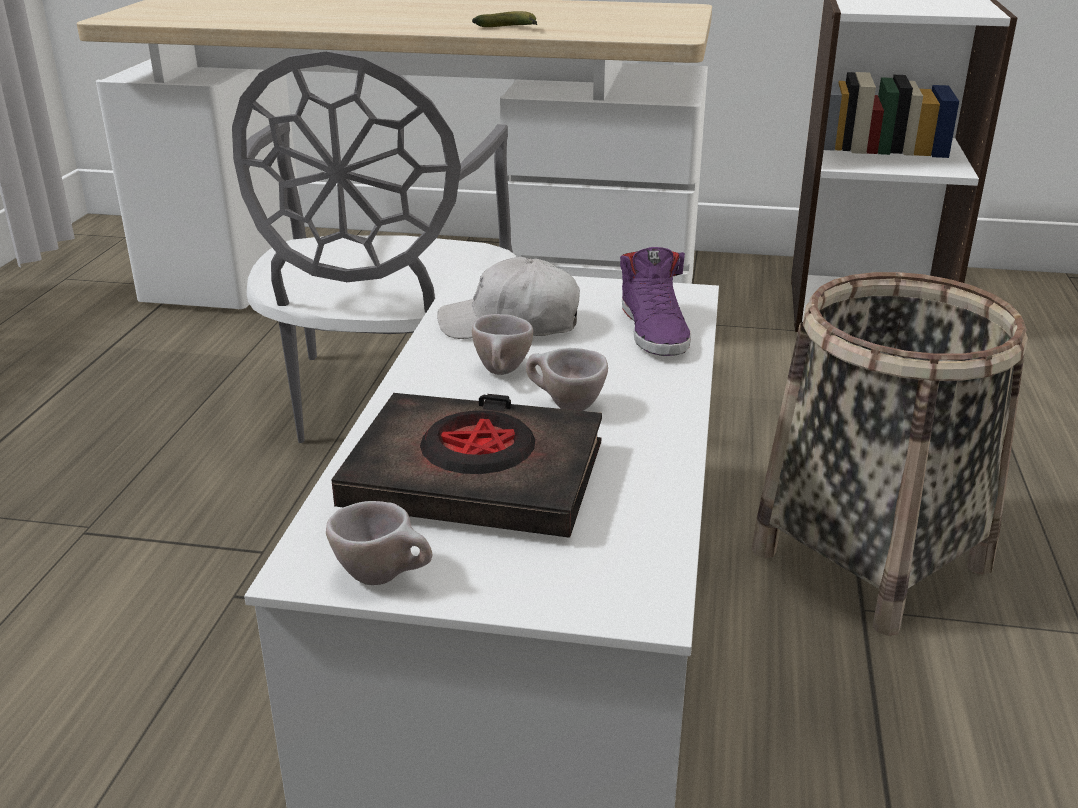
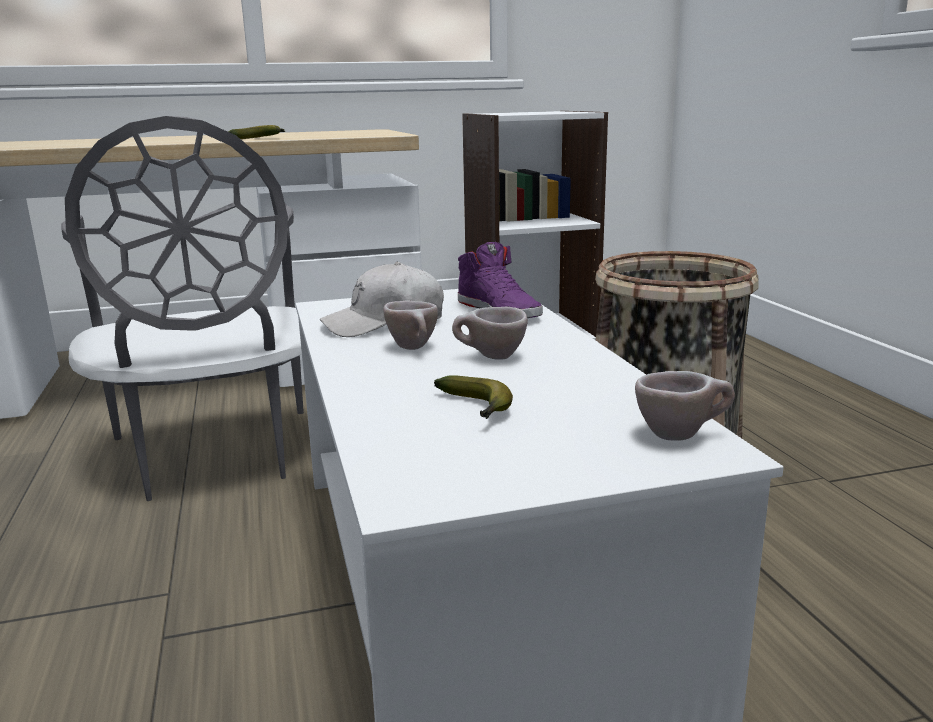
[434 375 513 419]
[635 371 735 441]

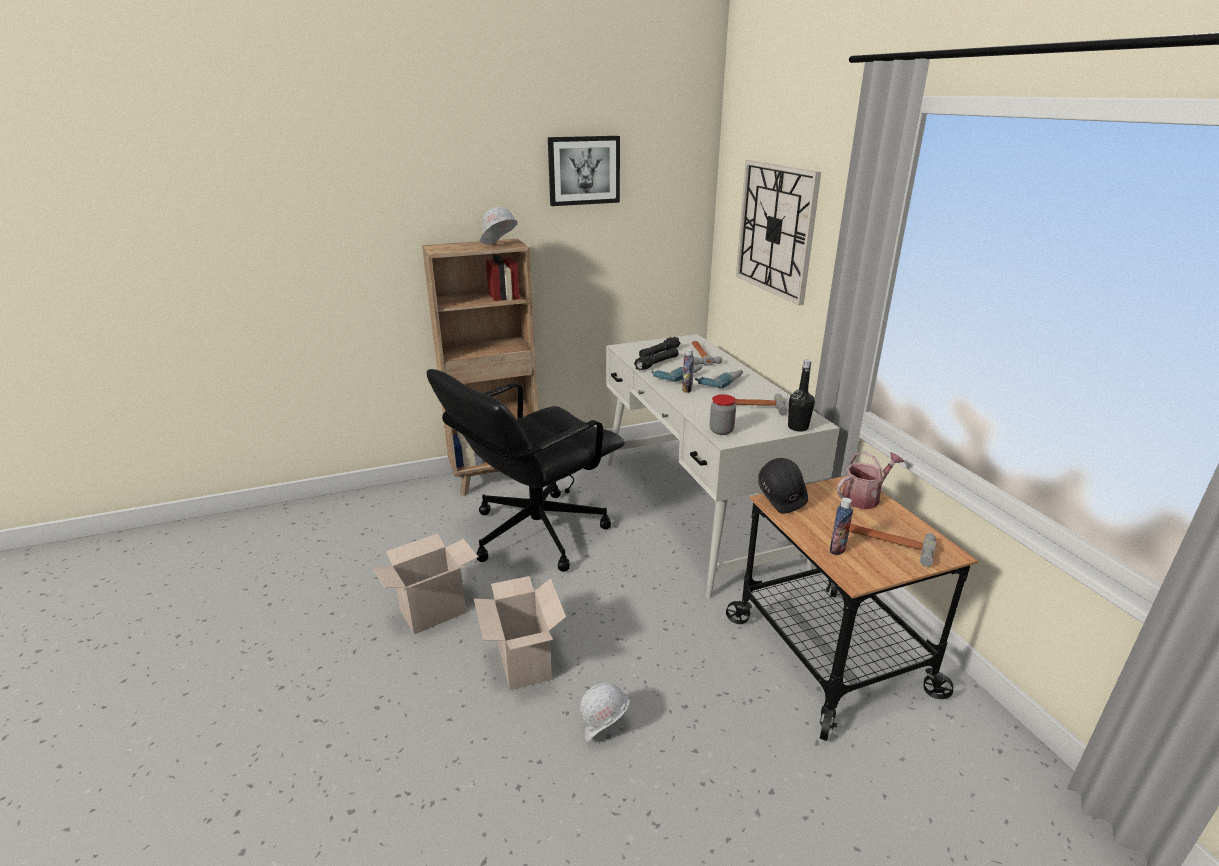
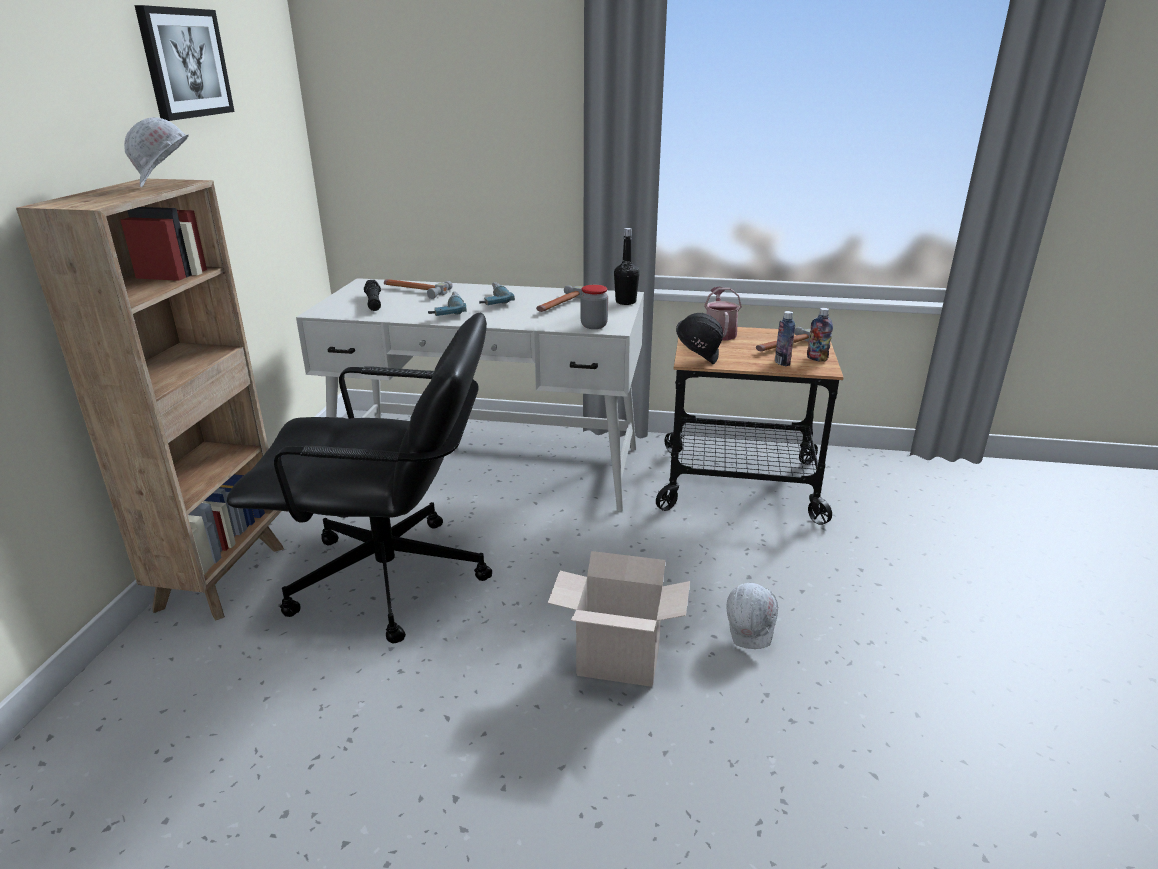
[227 312 492 643]
[807 308 833 362]
[372 533 478 634] (first image)
[634 348 679 370] (first image)
[736 160 821 306] (first image)

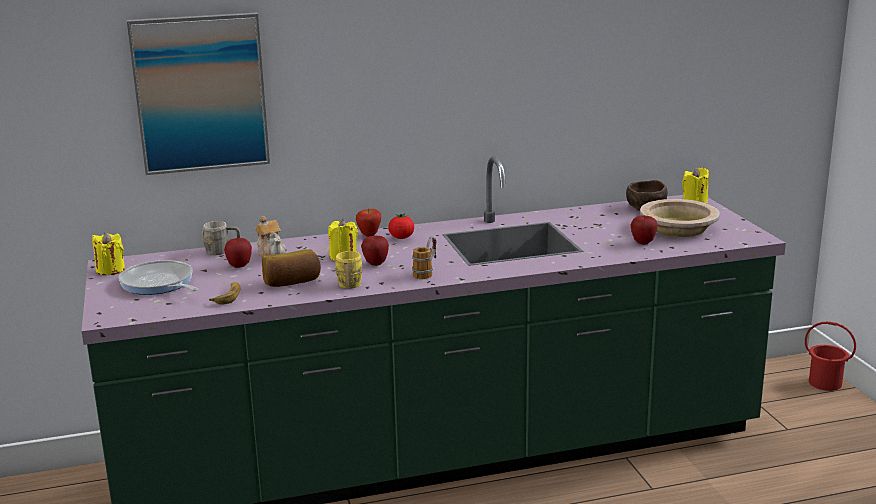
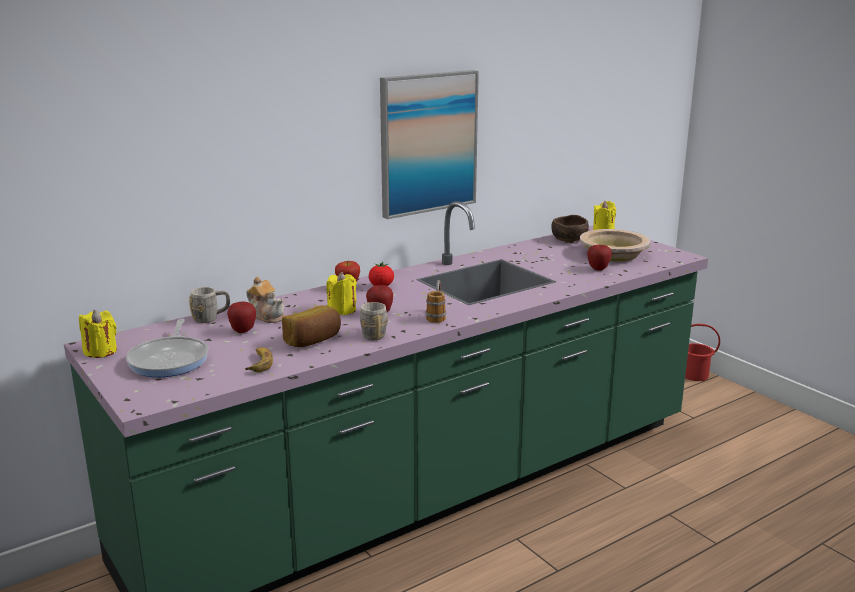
[126 319 208 377]
[360 302 388 340]
[380 70 479 219]

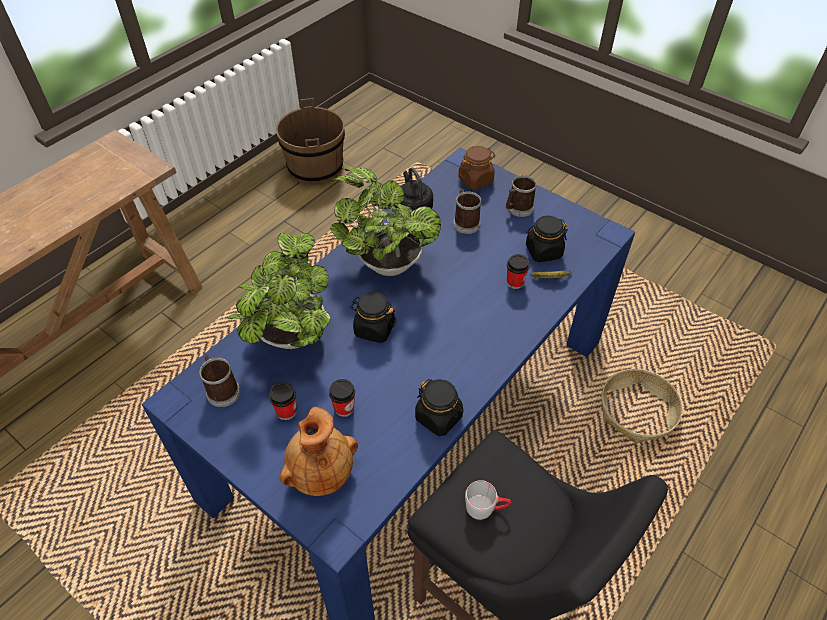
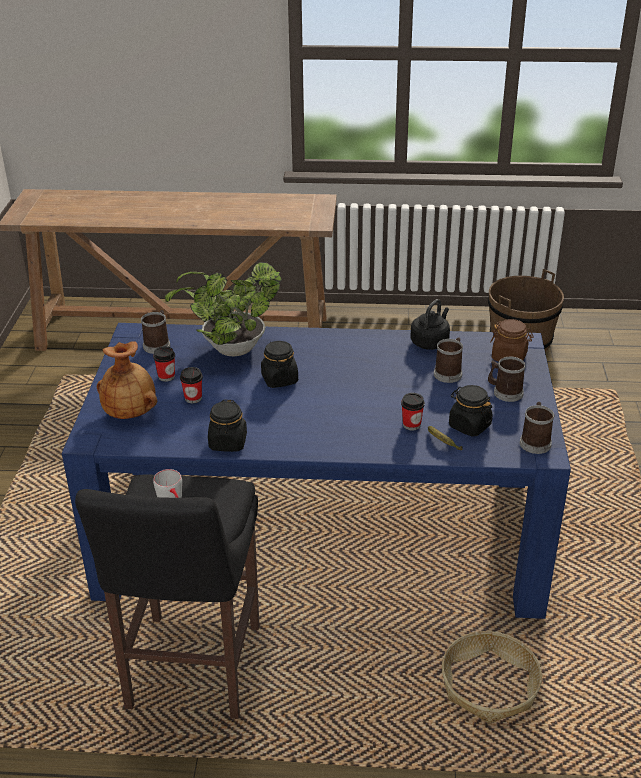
[520 402 555 454]
[330 167 441 276] (first image)

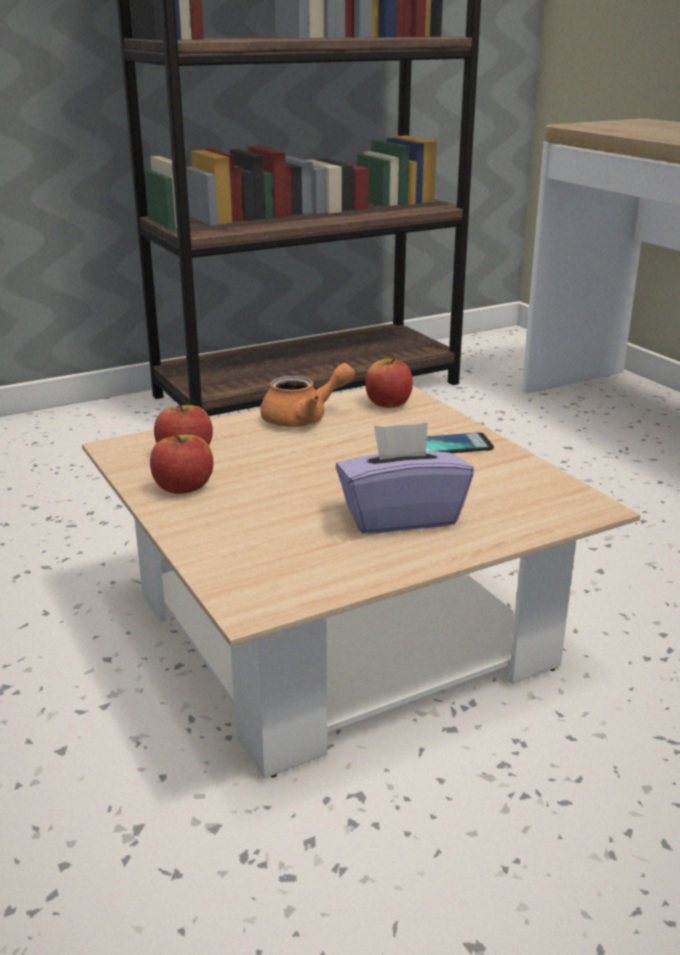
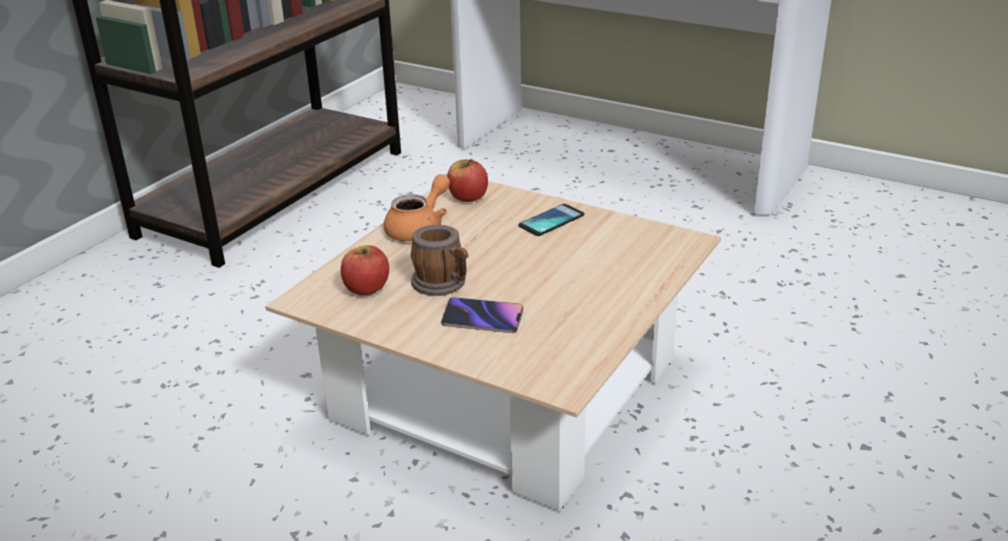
[411 225 468 296]
[441 297 523 333]
[150 435 213 494] (first image)
[335 422 474 534] (first image)

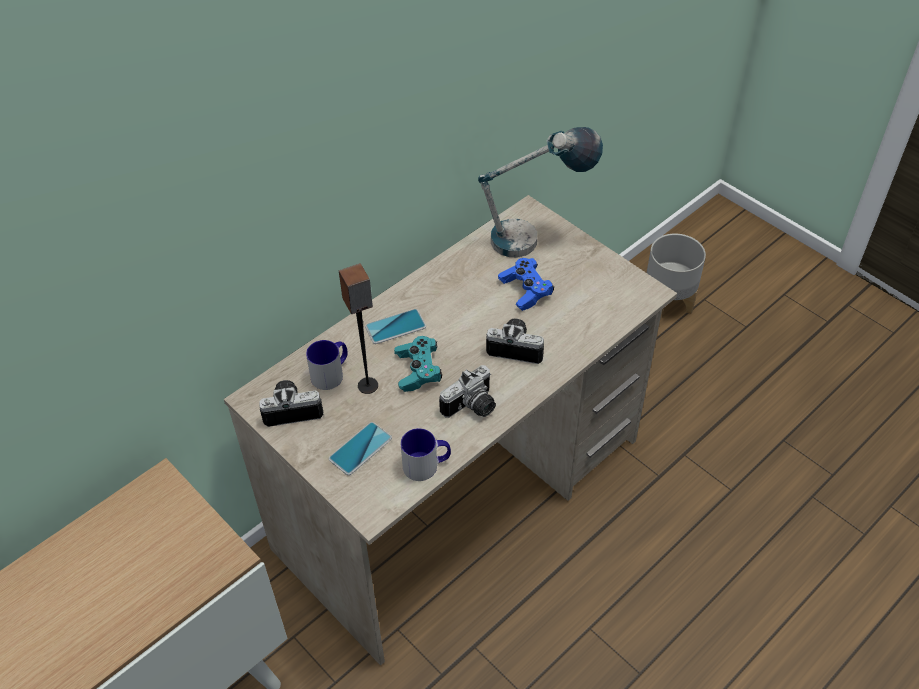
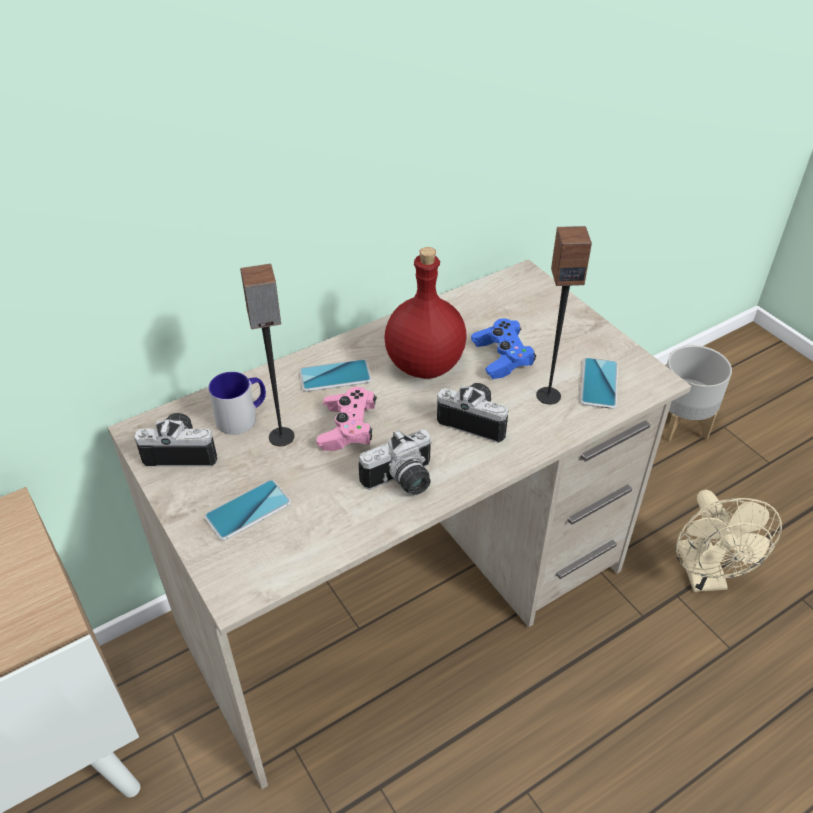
[316 387 377 451]
[384 247 467 379]
[536 226 592 404]
[580 358 618 409]
[676 489 782 592]
[401 428 451 481] (first image)
[478 127 603 257] (first image)

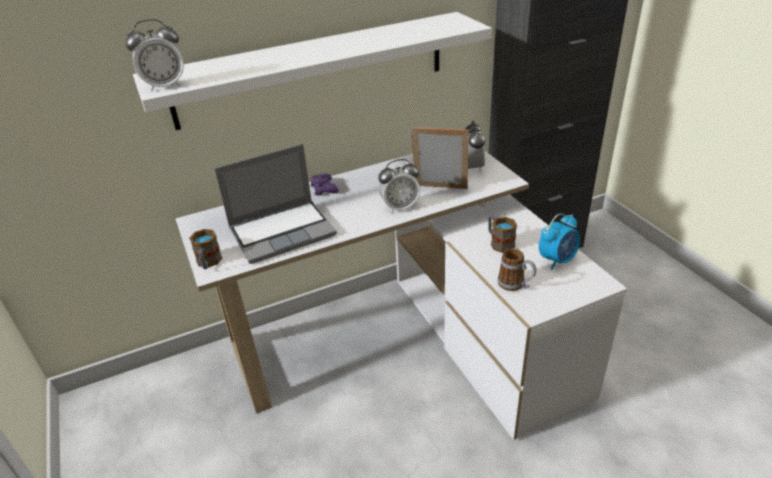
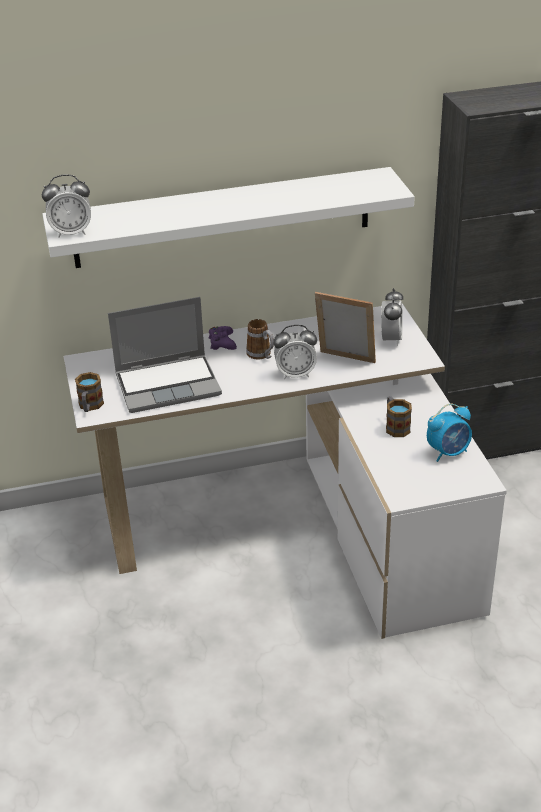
[246 319 274 360]

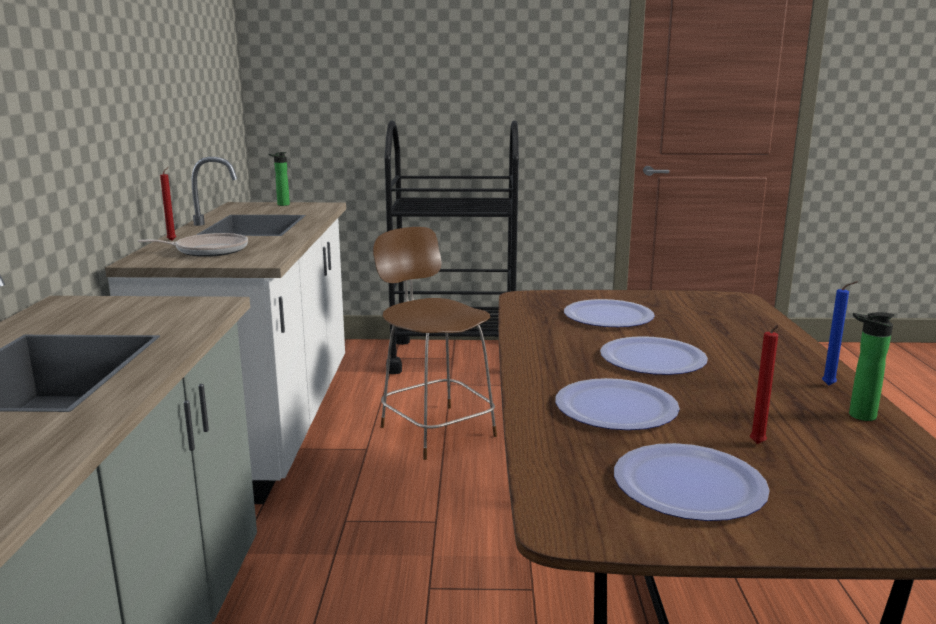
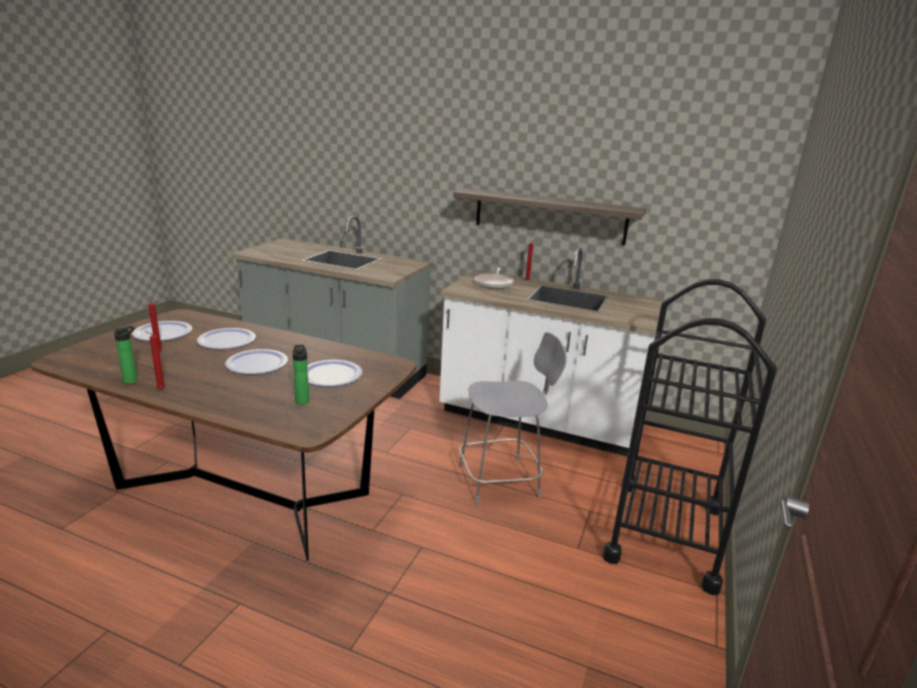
[144 331 165 390]
[293 345 309 405]
[453 188 646 245]
[459 332 567 505]

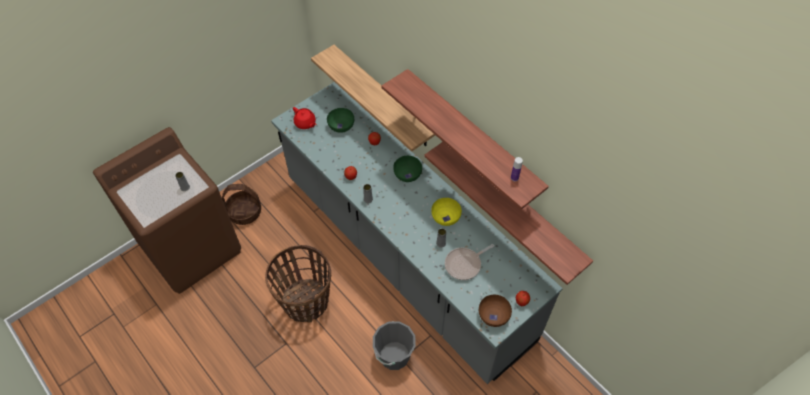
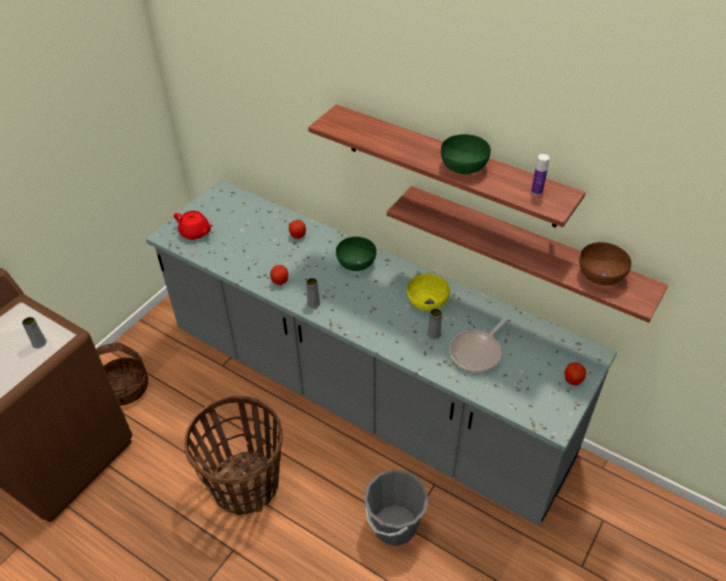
[441 134 491 174]
[579 242 632 285]
[311 45 435 152] (first image)

